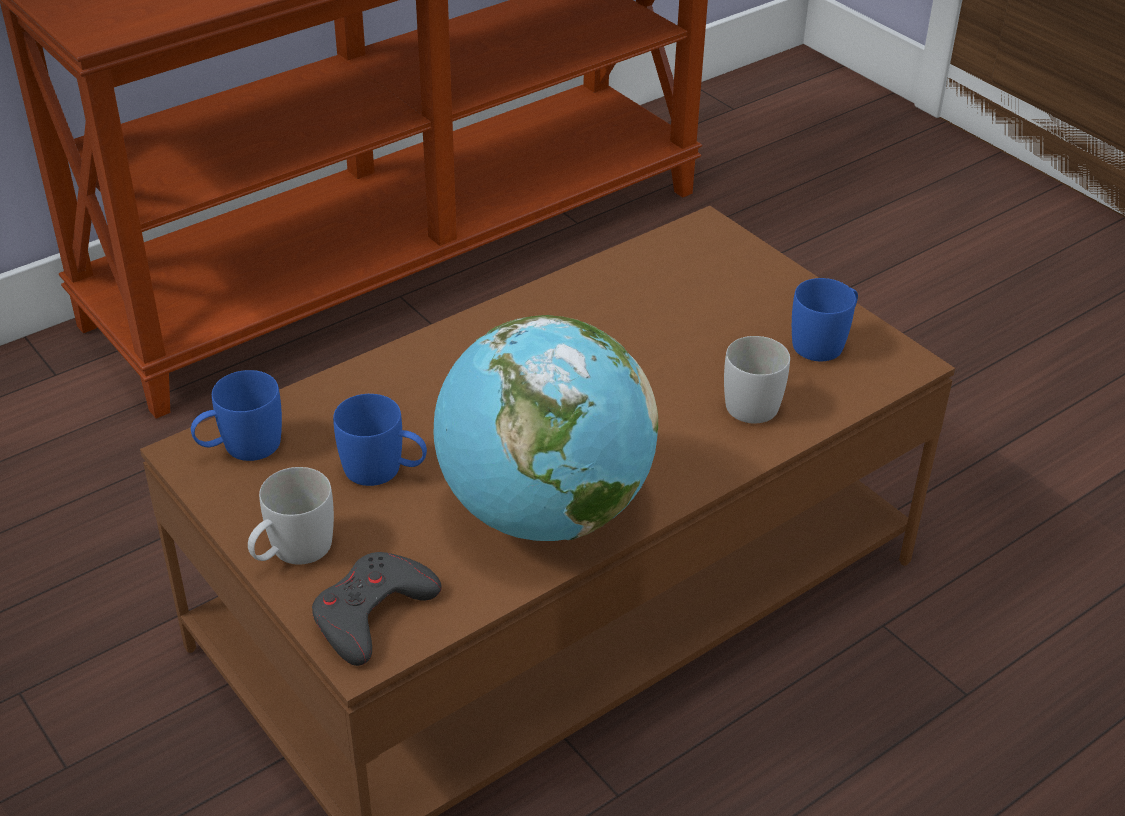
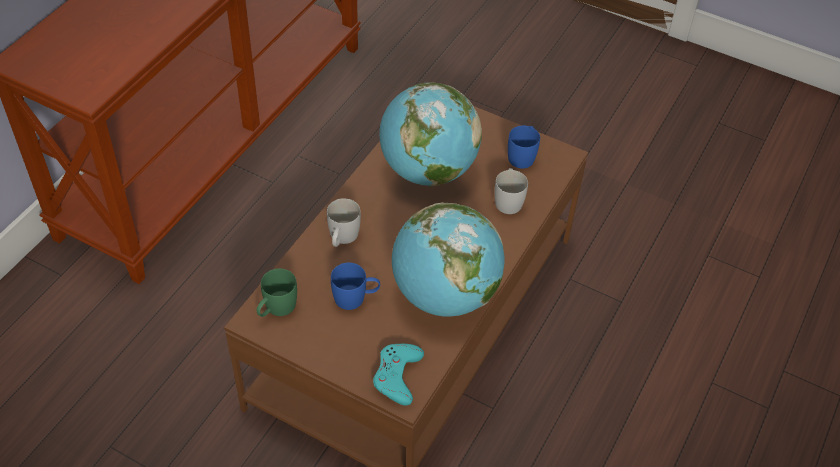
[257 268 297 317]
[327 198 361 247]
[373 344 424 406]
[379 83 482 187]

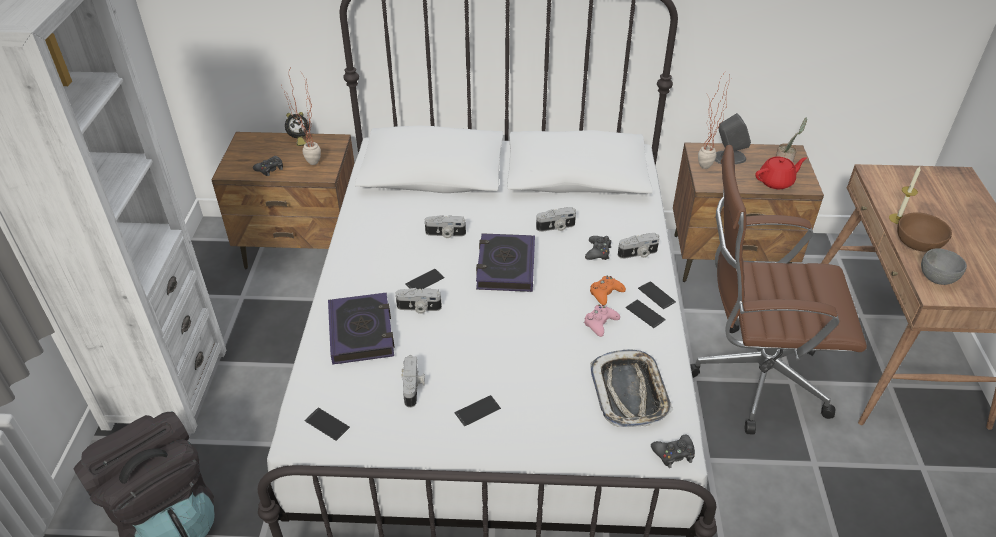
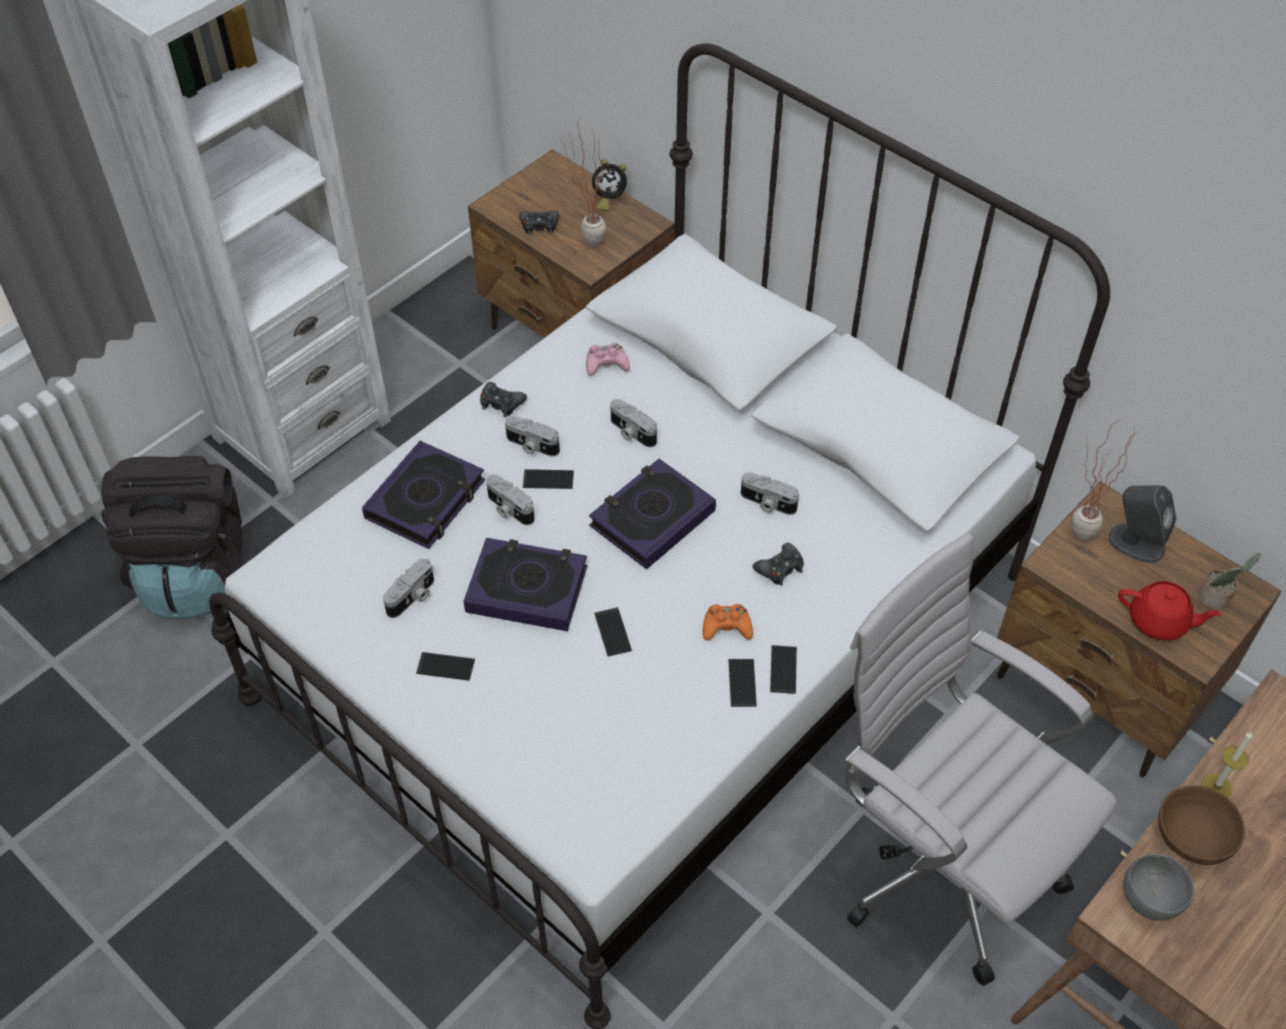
[463 538 587 631]
[480 382 527 417]
[505 416 560 456]
[586 343 630 376]
[594 607 632 657]
[844 533 1117 986]
[590 349 673 427] (first image)

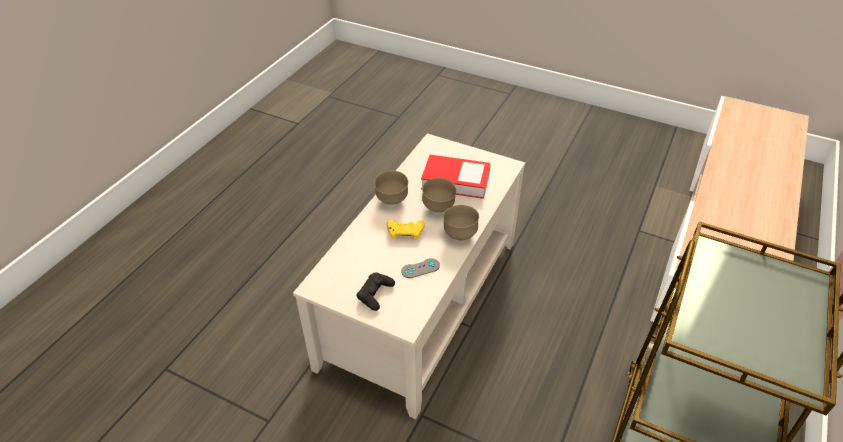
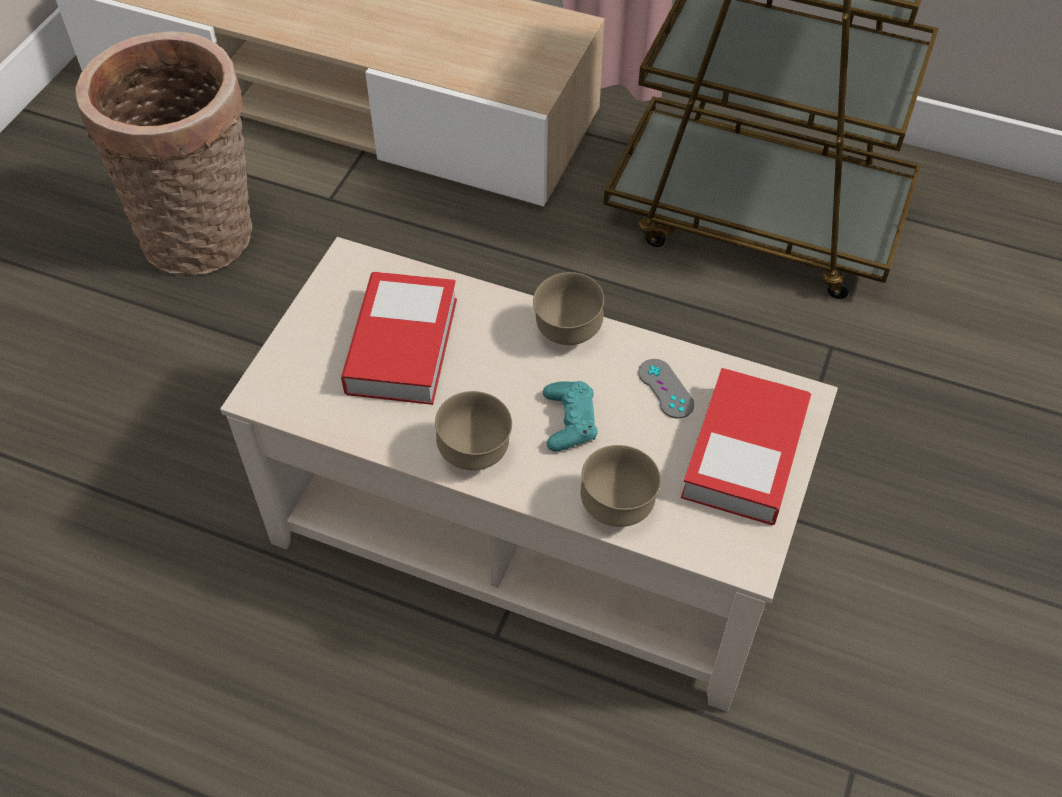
[75 31 252 276]
[543 381 598 451]
[581 445 661 527]
[681 368 811 525]

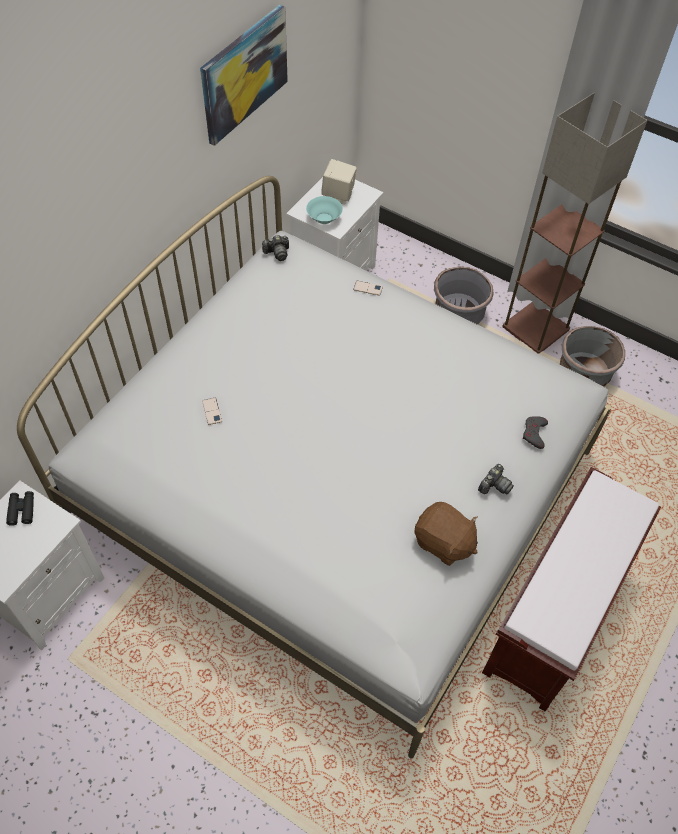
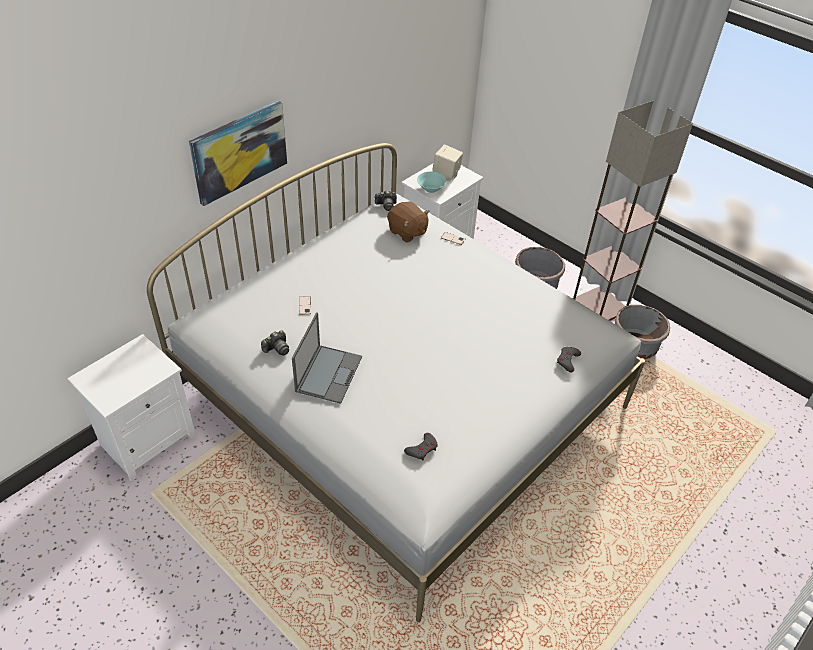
[189 101 287 206]
[261 330 289 356]
[292 312 362 404]
[387 201 430 243]
[404 433 438 460]
[6 491 34 526] (first image)
[482 467 661 711] (first image)

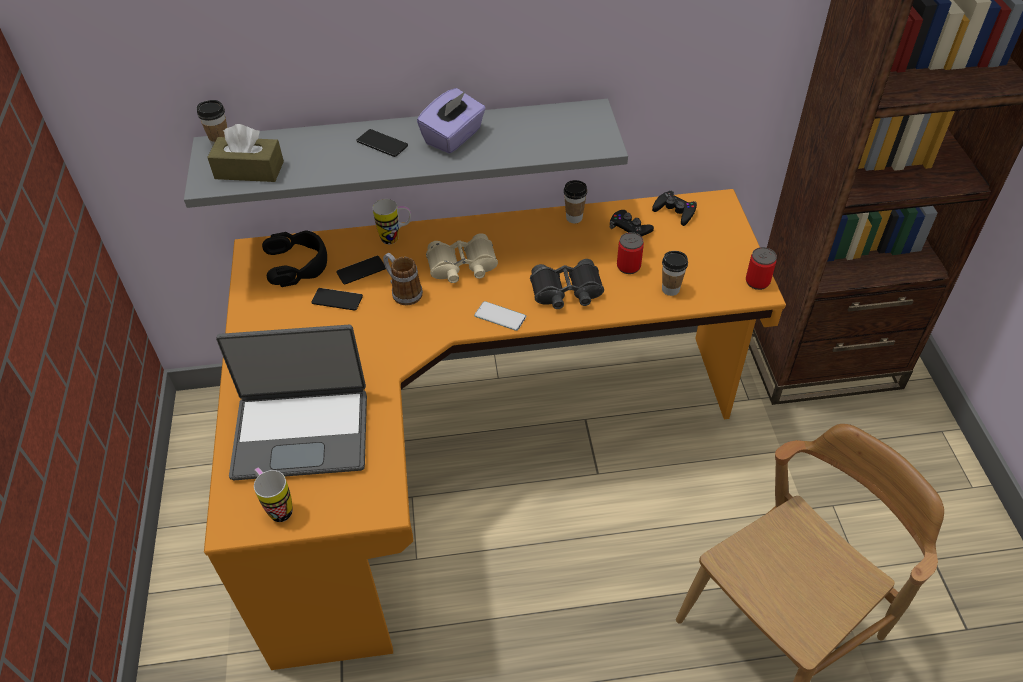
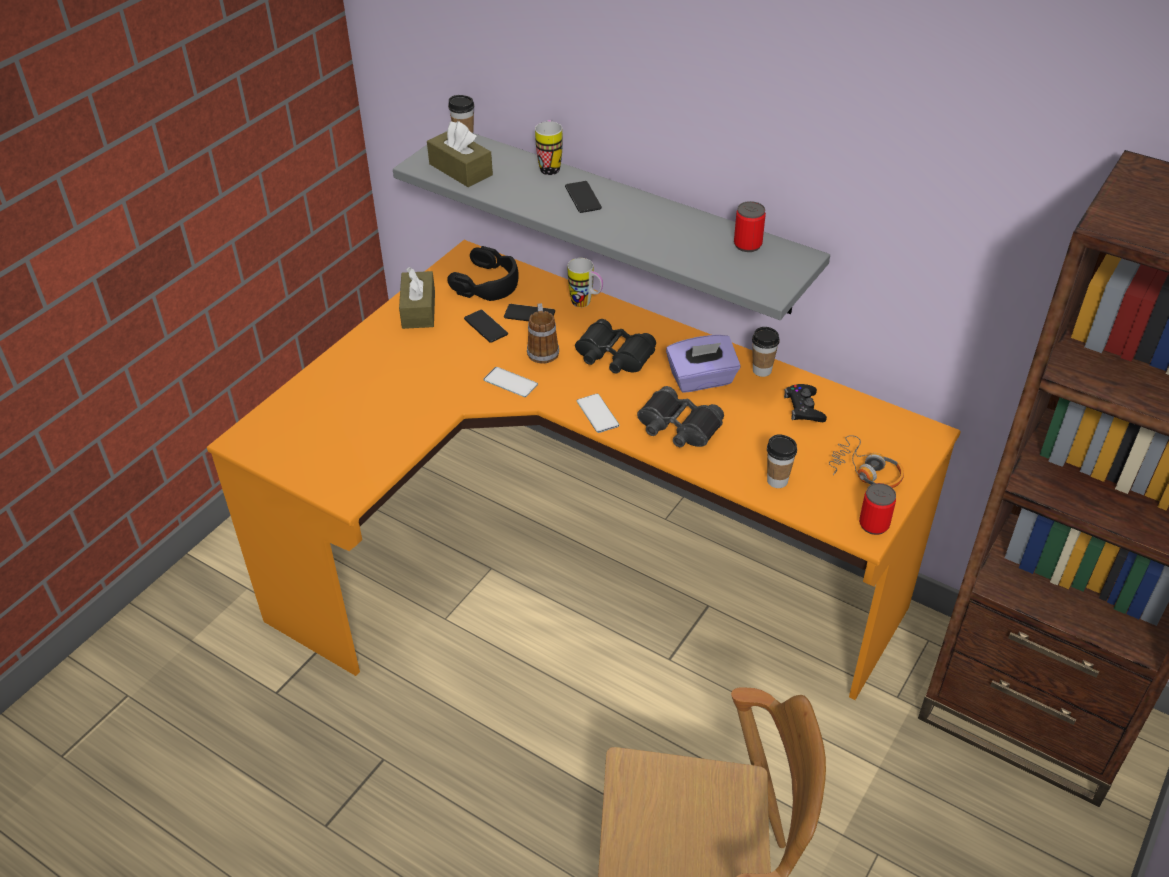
[399 267 435 329]
[483 367 538 397]
[535 120 562 175]
[575 319 656 373]
[666 335 741 393]
[734 201 766 252]
[829 435 904 488]
[216 325 367 480] (first image)
[652 191 697 226] (first image)

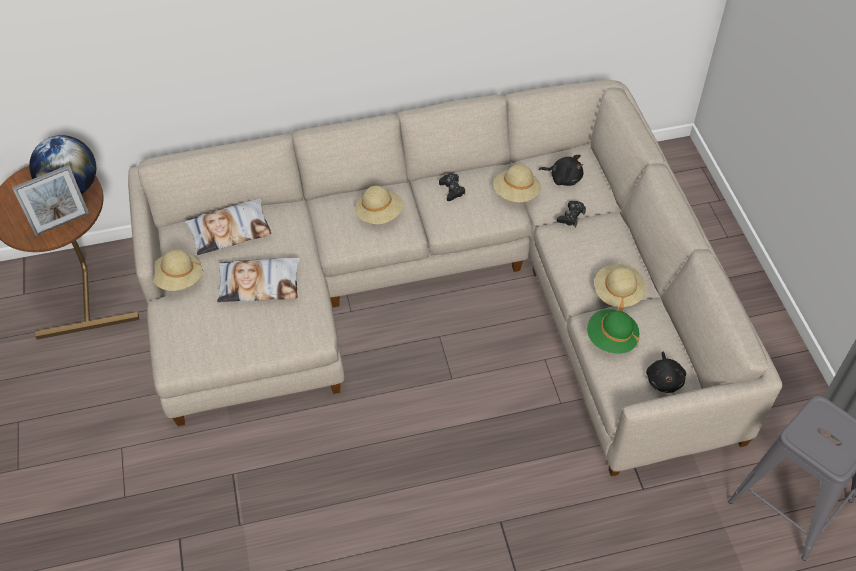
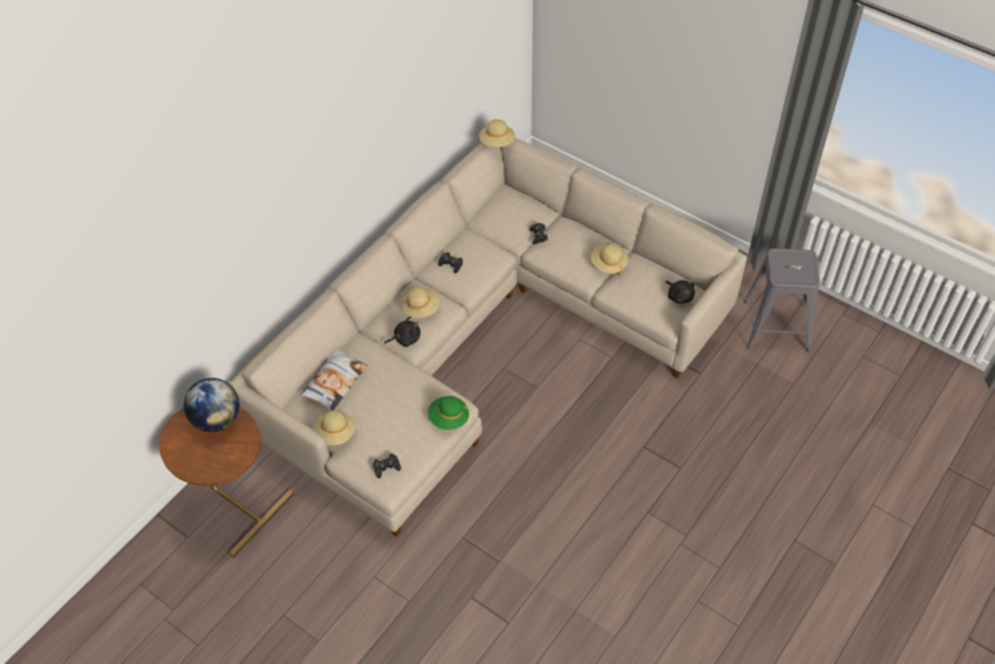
[373 453 401 478]
[384 316 421 347]
[428 396 469 430]
[479 119 515 147]
[12 165 89 236] (first image)
[217 258 300 302] (first image)

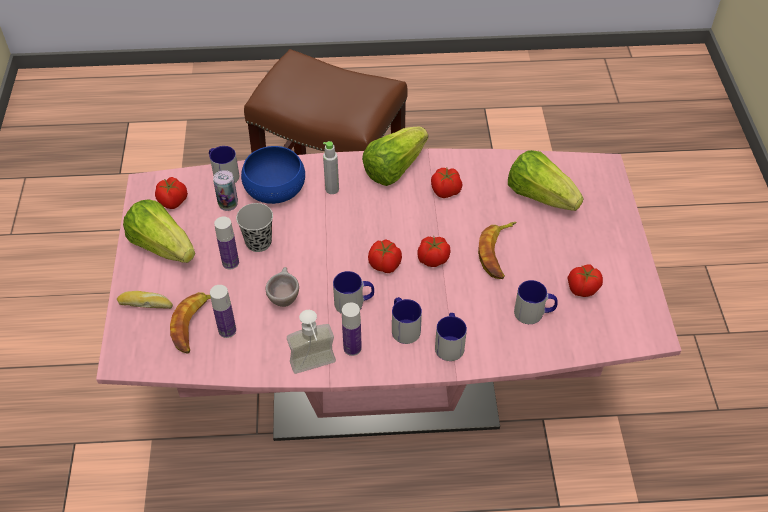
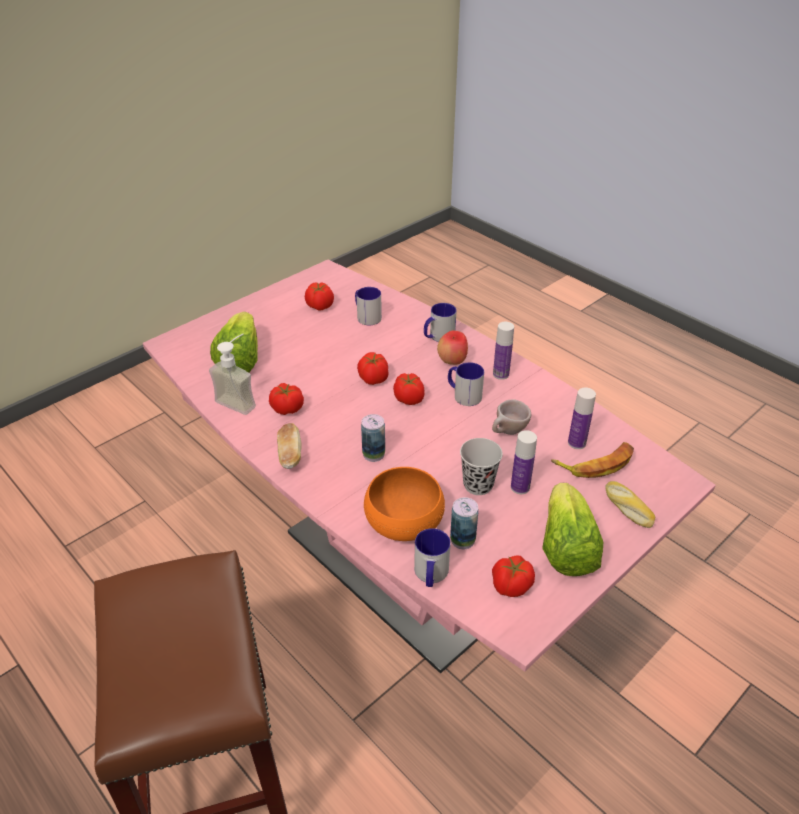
[209 334 256 415]
[277 423 302 469]
[361 414 385 462]
[364 467 445 541]
[437 331 468 365]
[323 141 339 194] (first image)
[478 222 517 279] (first image)

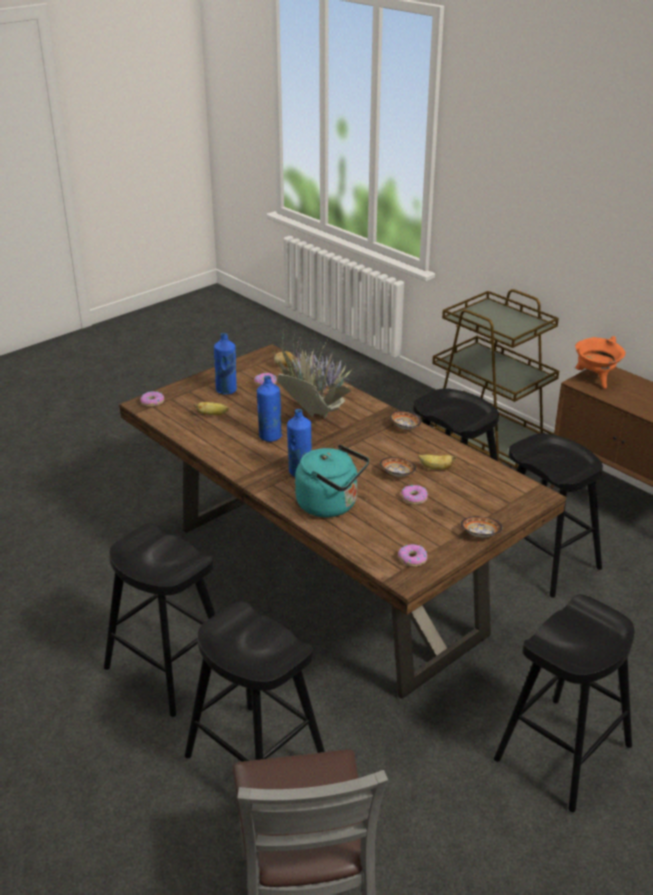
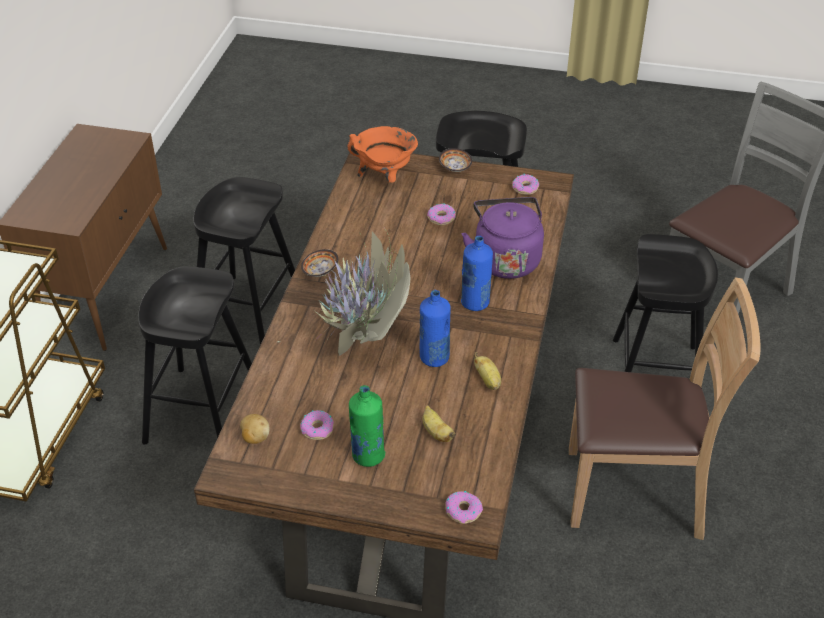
[348 126 418 183]
[349 385 385 467]
[462 197 544 279]
[473 352 501 390]
[569 278 760 540]
[380 457 416 477] (first image)

